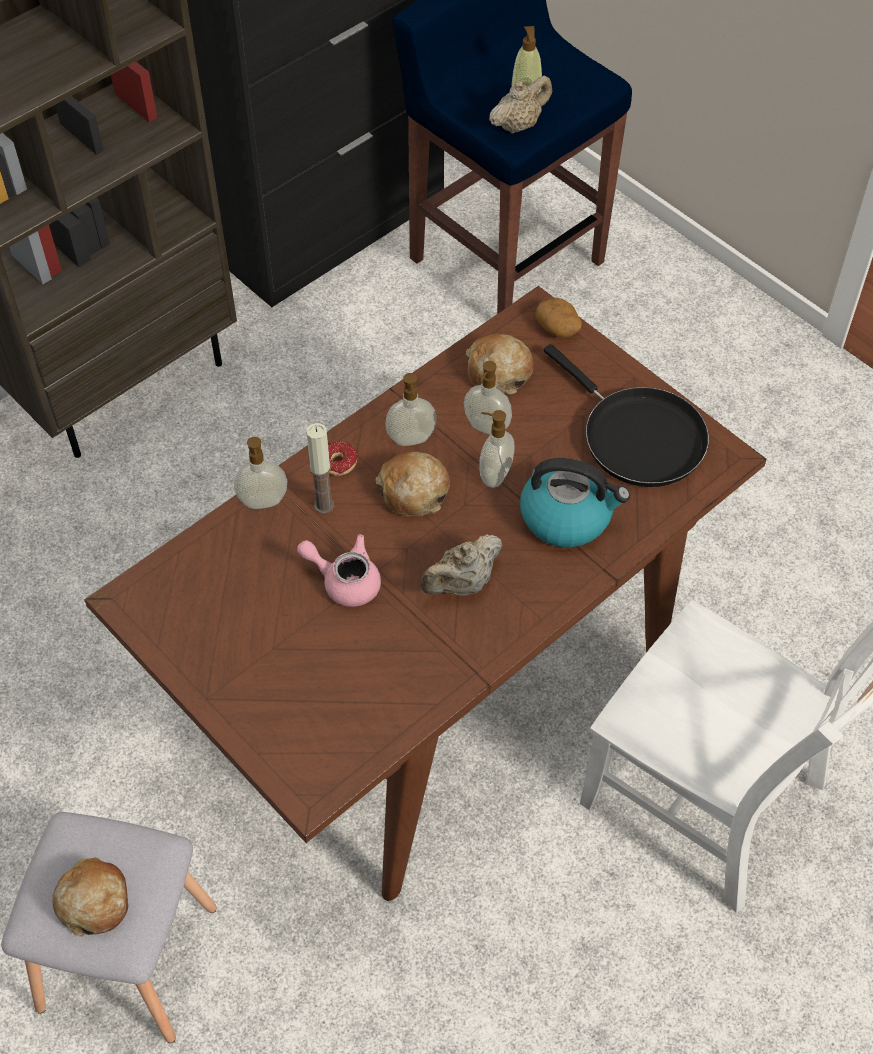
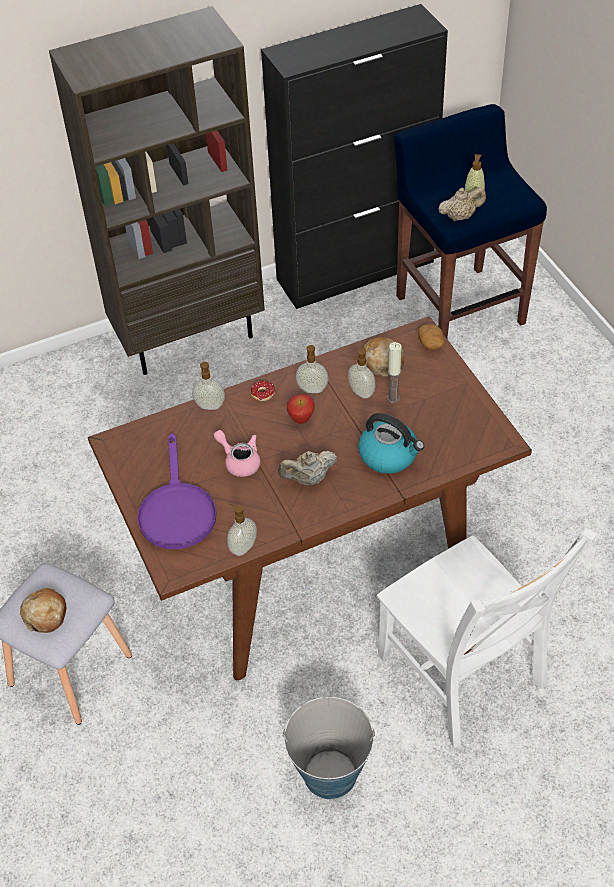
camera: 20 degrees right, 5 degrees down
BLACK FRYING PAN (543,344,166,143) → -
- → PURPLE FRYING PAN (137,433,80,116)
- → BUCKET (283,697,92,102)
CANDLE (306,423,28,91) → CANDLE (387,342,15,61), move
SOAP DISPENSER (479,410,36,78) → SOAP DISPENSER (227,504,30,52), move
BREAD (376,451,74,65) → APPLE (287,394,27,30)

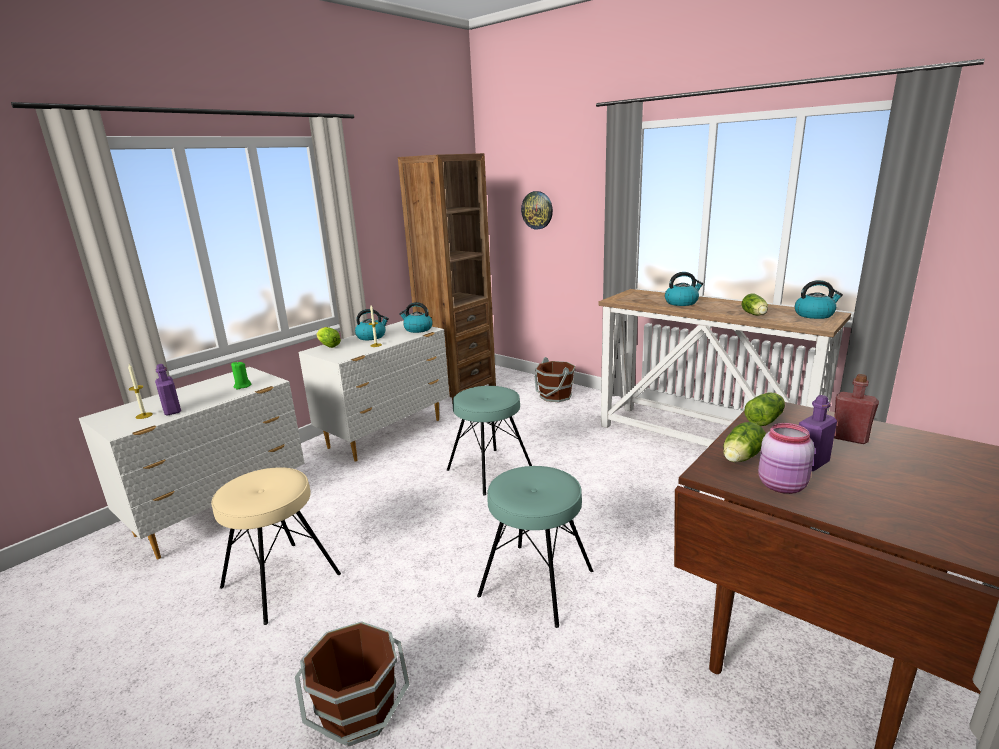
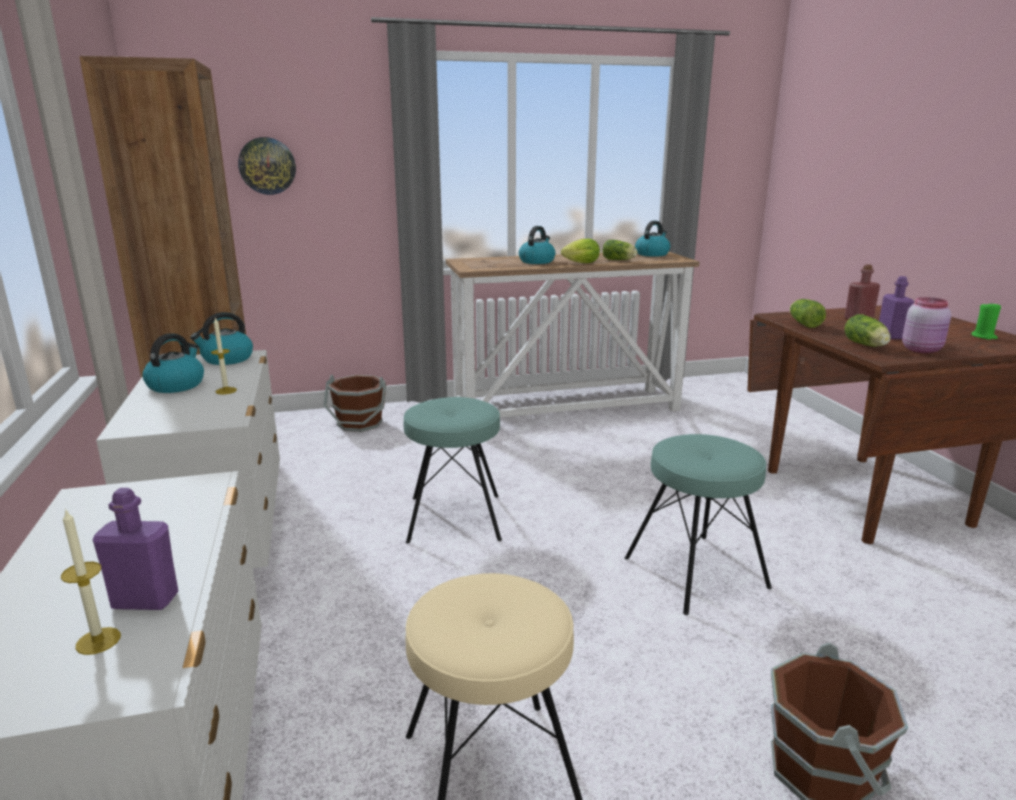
camera: 55 degrees left, 0 degrees up
GREEN CANDLE (231,361,20,29) → GREEN CANDLE (971,303,30,37), move
LETTUCE (317,327,24,21) → LETTUCE (561,239,39,24), move

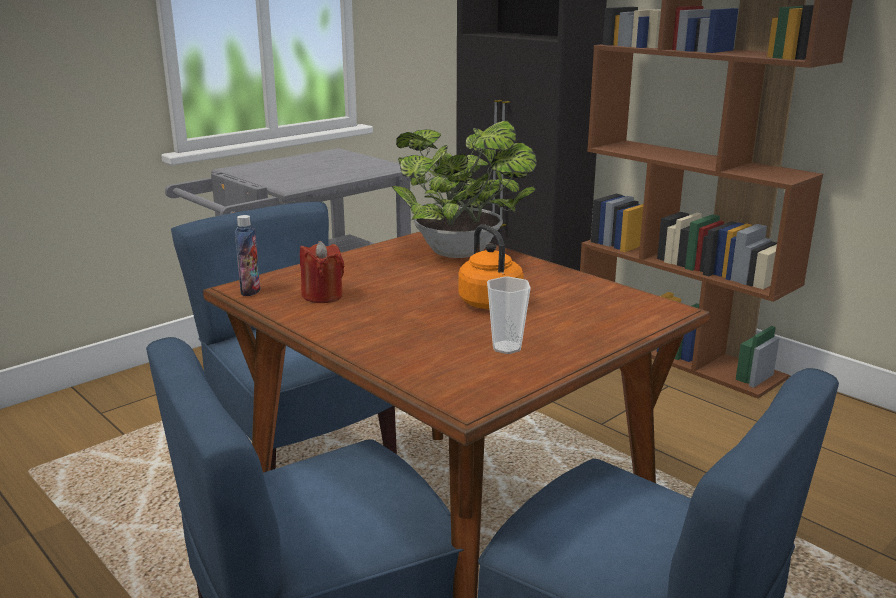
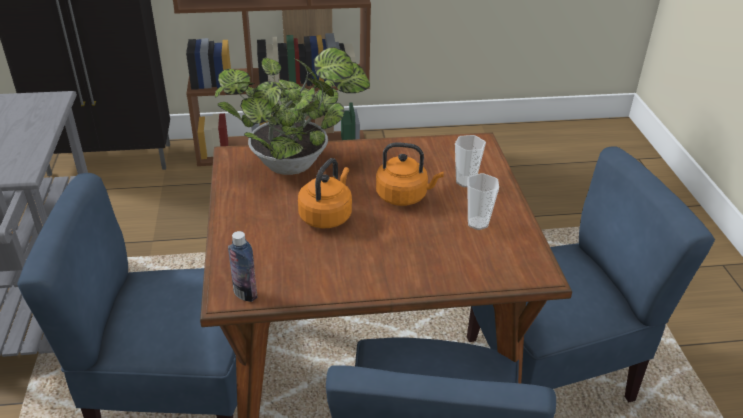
camera: 55 degrees left, 15 degrees up
RED CANDLE (300,241,44,62) → -
- → ORANGE KETTLE (298,158,54,70)
- → CUP (455,135,31,52)

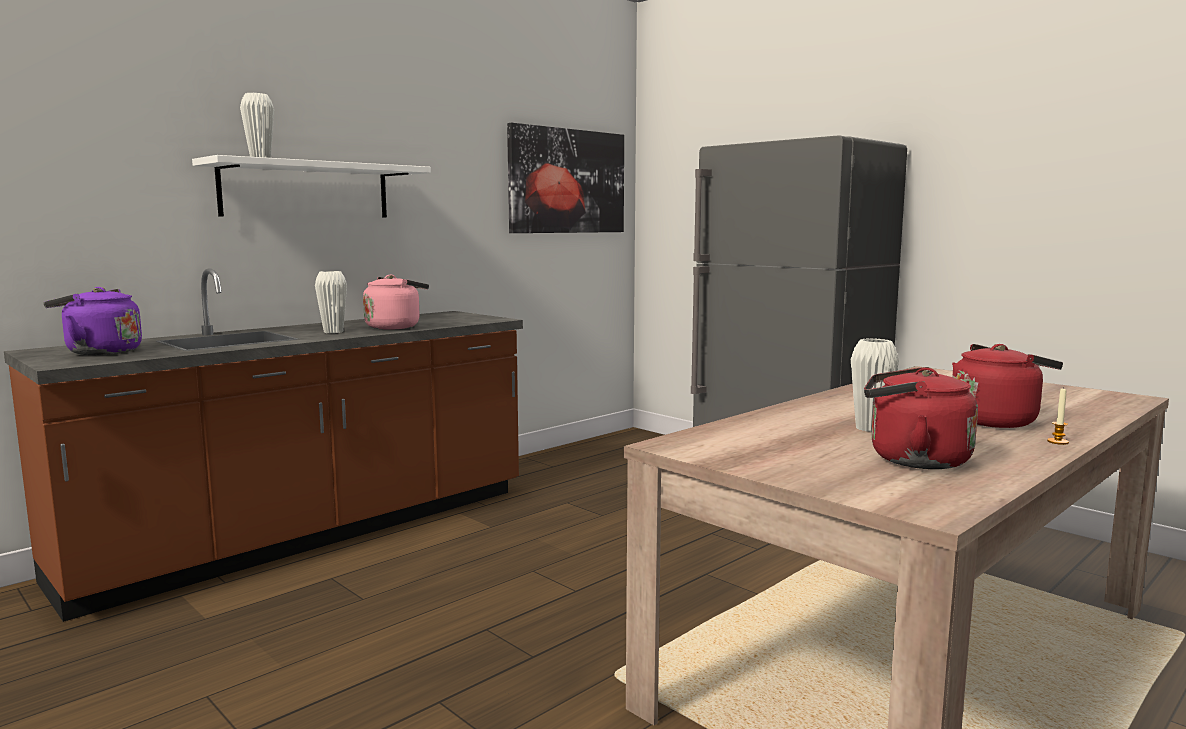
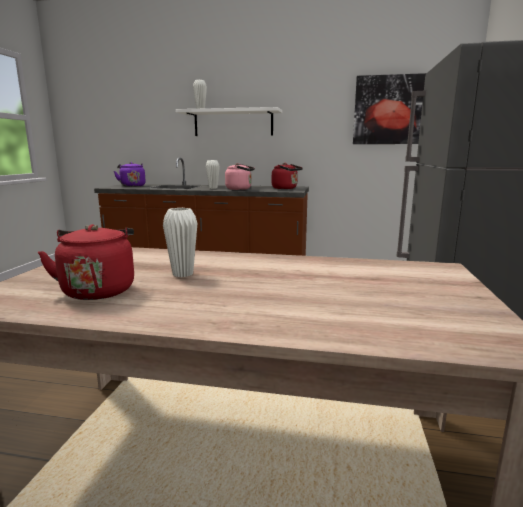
camera: 55 degrees right, 5 degrees up
CANDLE (1047,388,22,57) → -
RED KETTLE (952,344,111,84) → RED KETTLE (272,163,31,26), move

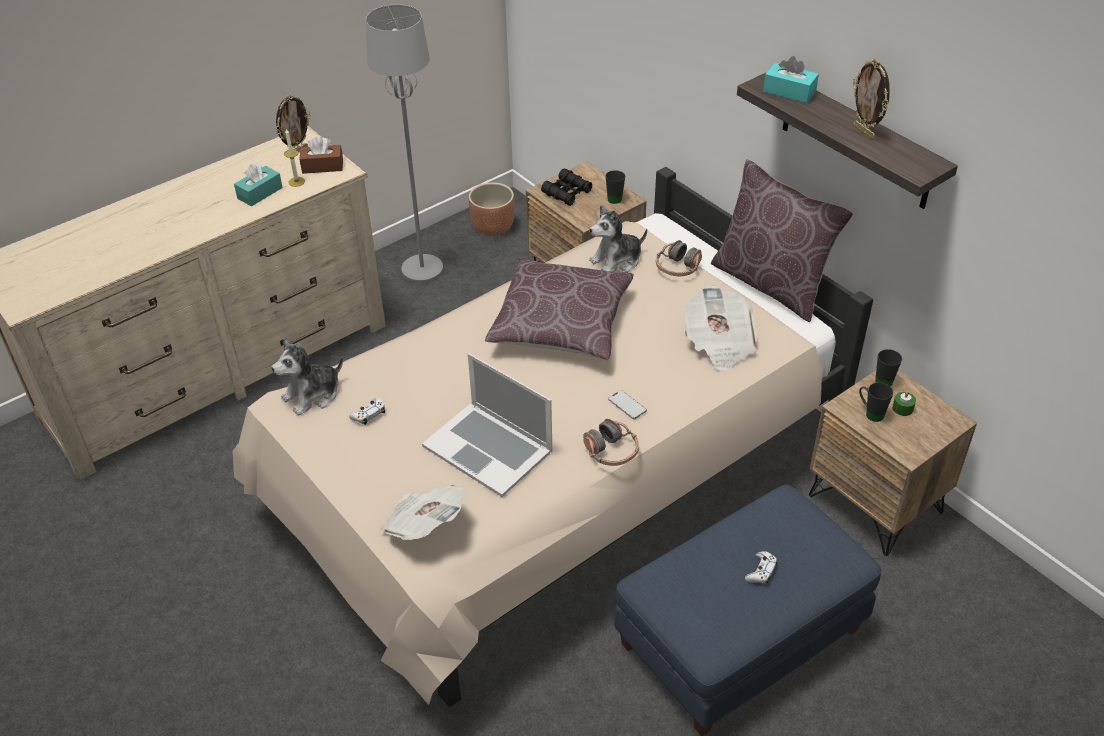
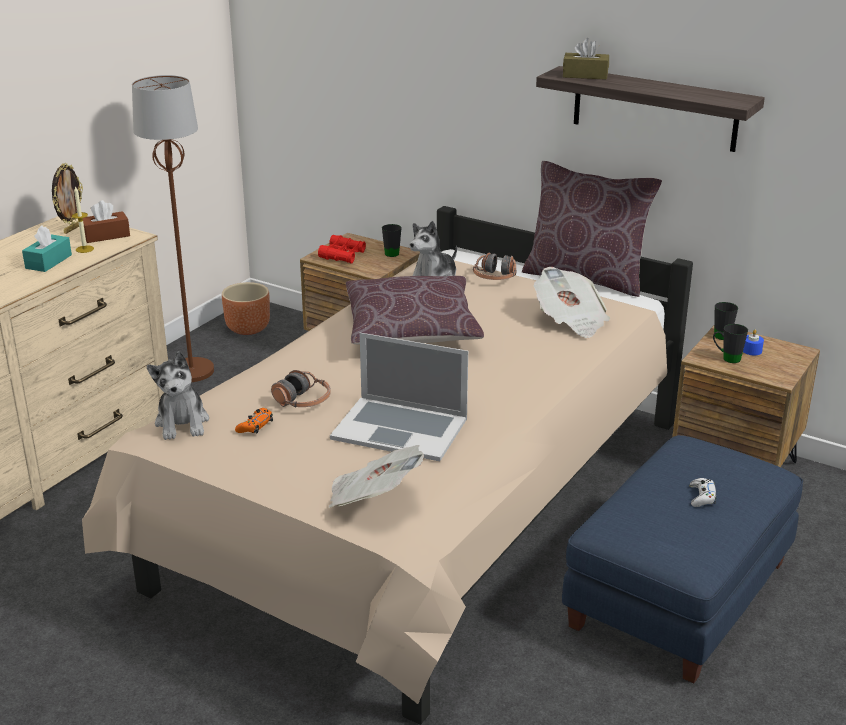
camera: 20 degrees left, 15 degrees down
PHONE (608,390,39,29) → -
PICTURE FRAME (853,59,37,80) → -
HEADPHONES (583,419,56,47) → HEADPHONES (271,370,60,37), move
WHITE GAME CONTROLLER (349,398,36,27) → ORANGE GAME CONTROLLER (235,408,38,25)
GREY FLOOR LAMP (366,4,77,280) → BROWN FLOOR LAMP (132,75,82,307)
BLACK BINOCULARS (541,168,51,38) → RED BINOCULARS (318,235,48,29)
TURQUOISE TISSUE BOX (763,56,56,47) → BROWN TISSUE BOX (563,38,46,42)
GREEN CANDLE (892,391,24,25) → BLUE CANDLE (743,329,21,26)
PLUSH TOY (272,338,71,78) → PLUSH TOY (147,351,62,89), 45 degrees counterclockwise

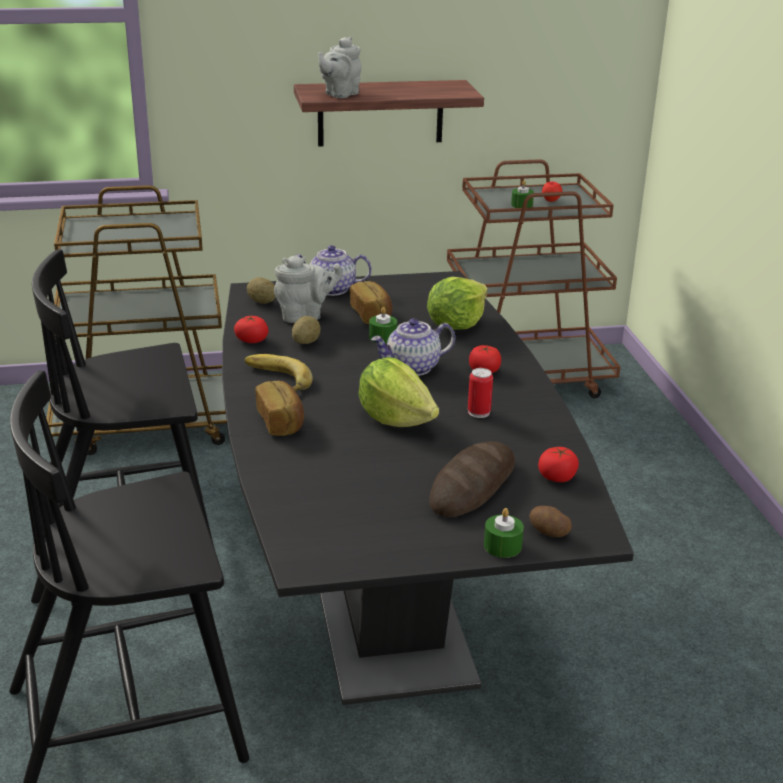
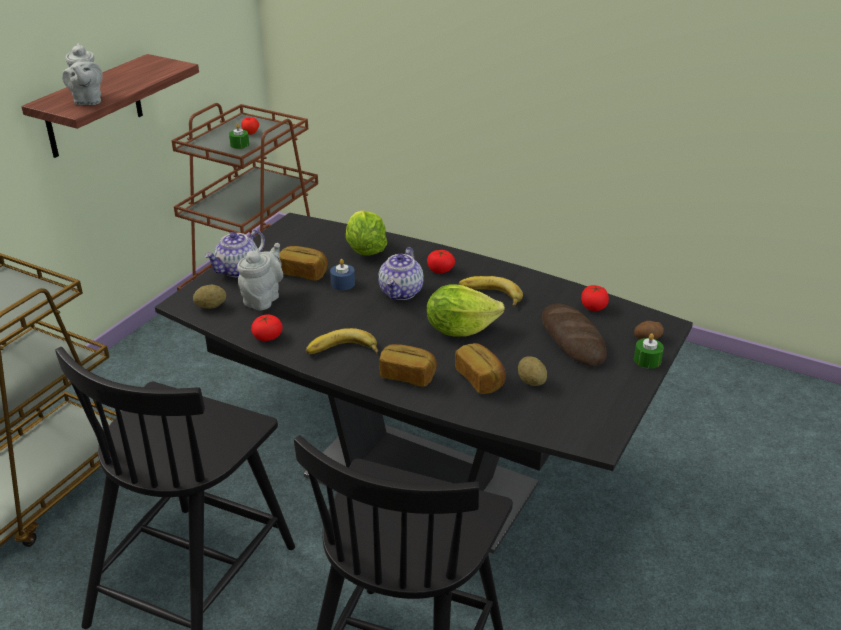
camera: 50 degrees left, 5 degrees up
- → BREAD (455,343,51,51)
POTATO (292,316,29,28) → POTATO (518,356,29,30), move
CAN (468,368,25,50) → BANANA (459,276,64,31)
GREEN CANDLE (369,307,28,37) → BLUE CANDLE (330,259,25,31)

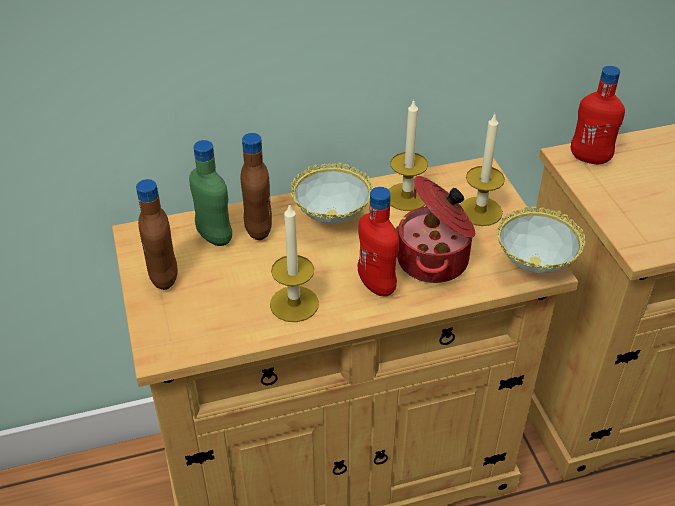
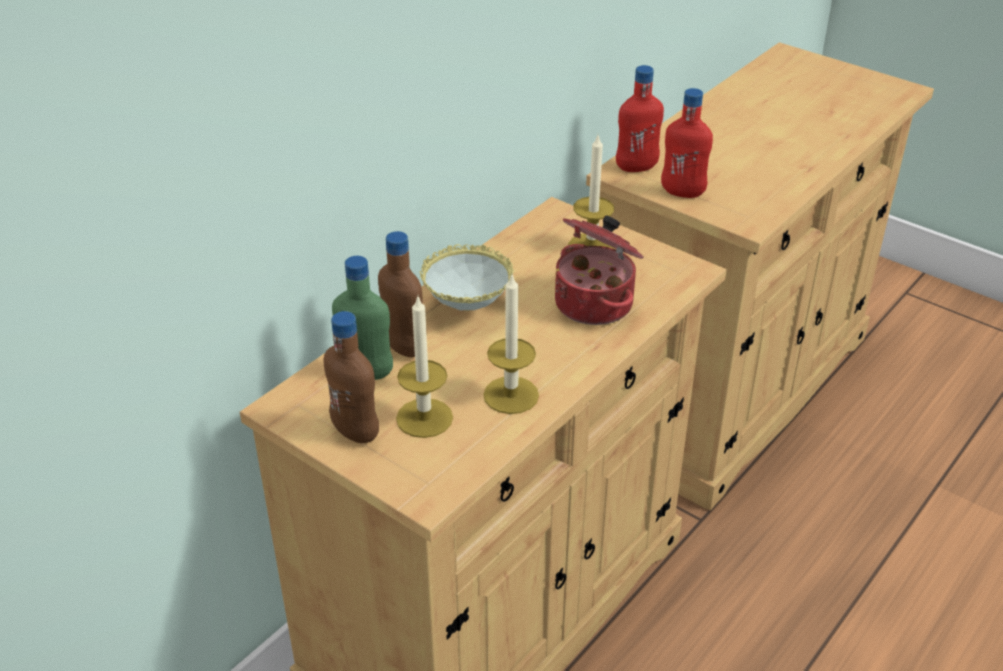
camera: 35 degrees left, 5 degrees down
BOWL (497,206,89,67) → -
RED BOTTLE (358,187,41,109) → RED BOTTLE (661,88,52,110), move
CANDLE (388,100,40,111) → CANDLE (396,297,57,141), move

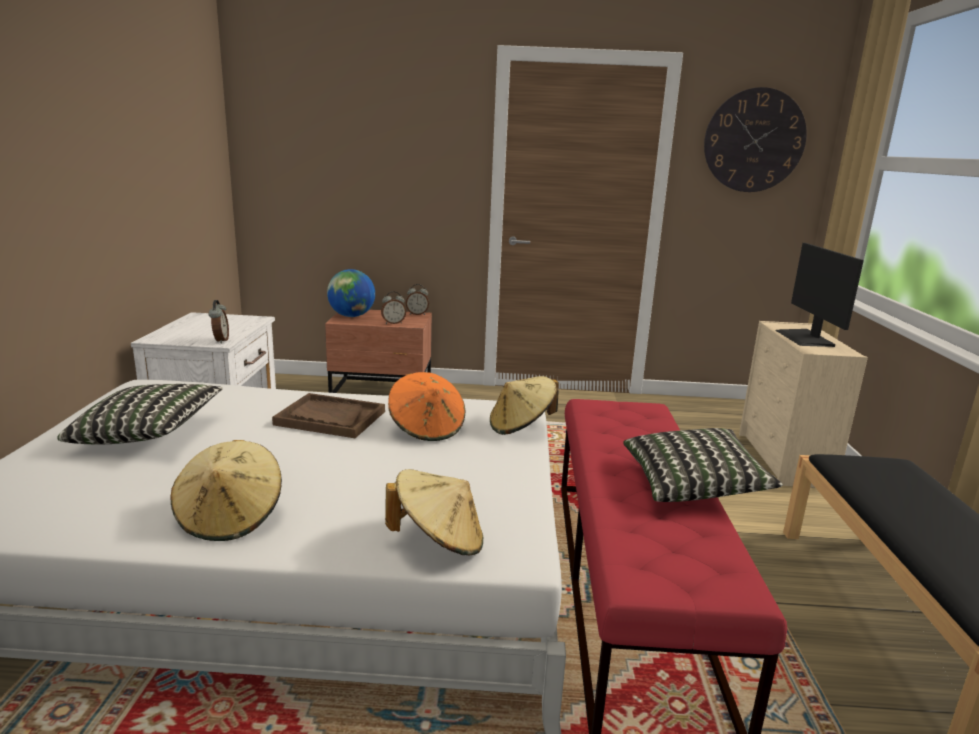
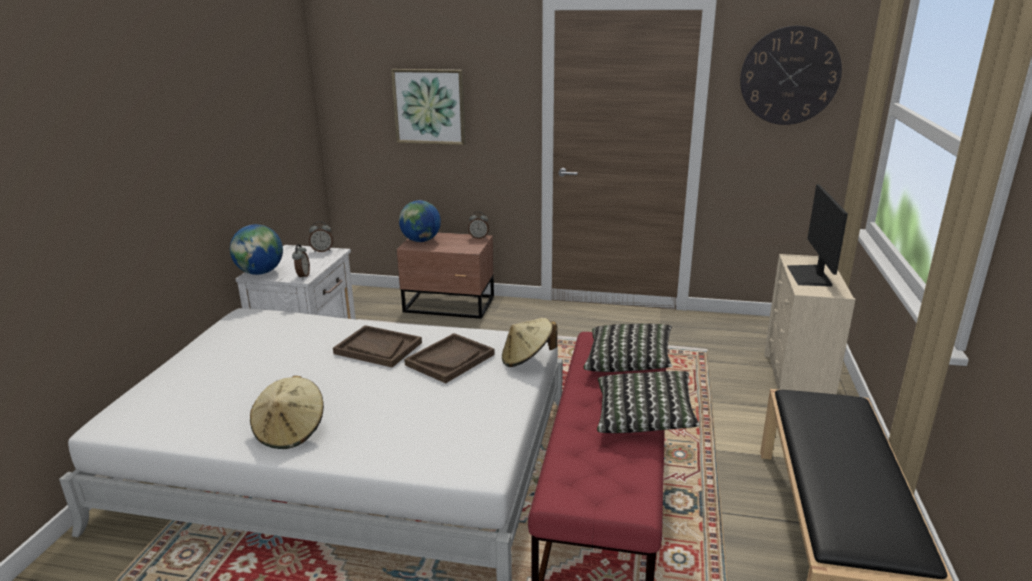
camera: 10 degrees right, 5 degrees up
BEIGE HAT (385,469,98,86) → -
- → GLOBE (230,224,53,51)
- → PICTURE (391,69,74,76)
PILLOW (57,384,166,60) → PILLOW (584,324,88,48), move
ALARM CLOCK (381,291,25,33) → ALARM CLOCK (309,221,24,31), move
ORANGE HAT (388,372,78,69) → BROWN TRAY (404,333,91,50)

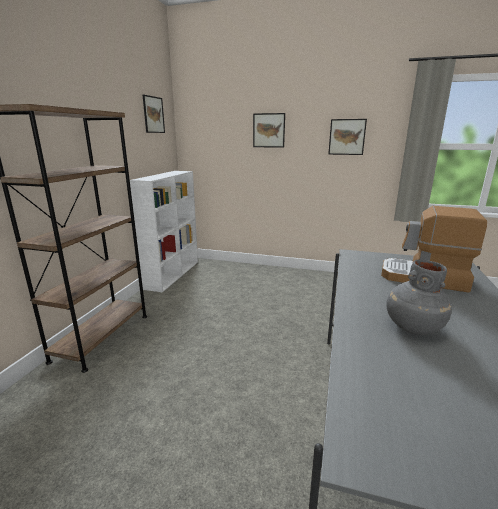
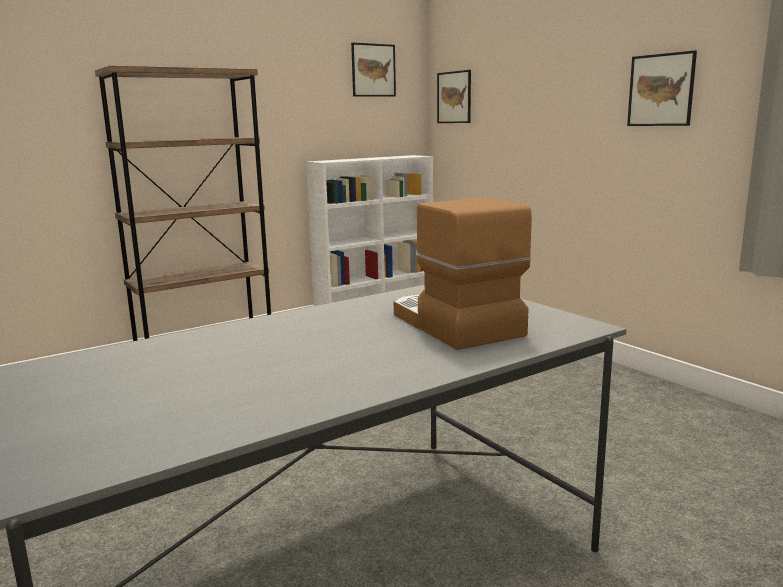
camera: 40 degrees right, 5 degrees down
GREY VASE (386,260,66,75) → -
PICTURE (253,113,32,35) → PICTURE (437,70,34,53), move

